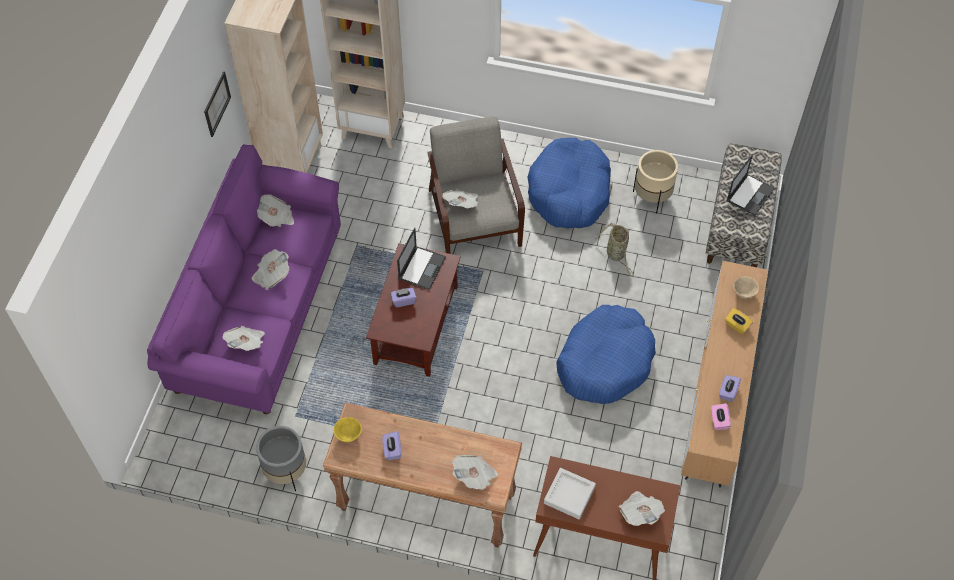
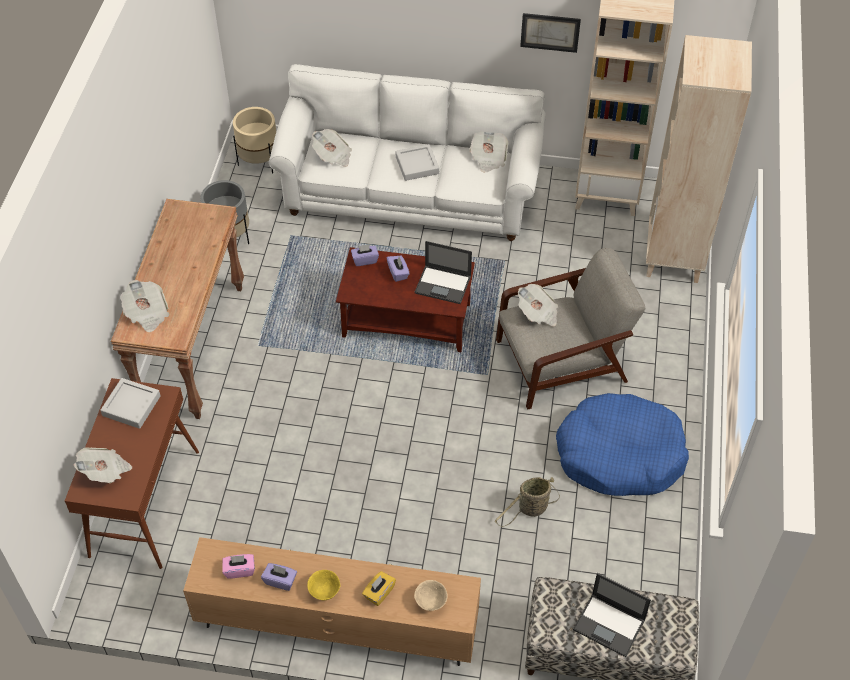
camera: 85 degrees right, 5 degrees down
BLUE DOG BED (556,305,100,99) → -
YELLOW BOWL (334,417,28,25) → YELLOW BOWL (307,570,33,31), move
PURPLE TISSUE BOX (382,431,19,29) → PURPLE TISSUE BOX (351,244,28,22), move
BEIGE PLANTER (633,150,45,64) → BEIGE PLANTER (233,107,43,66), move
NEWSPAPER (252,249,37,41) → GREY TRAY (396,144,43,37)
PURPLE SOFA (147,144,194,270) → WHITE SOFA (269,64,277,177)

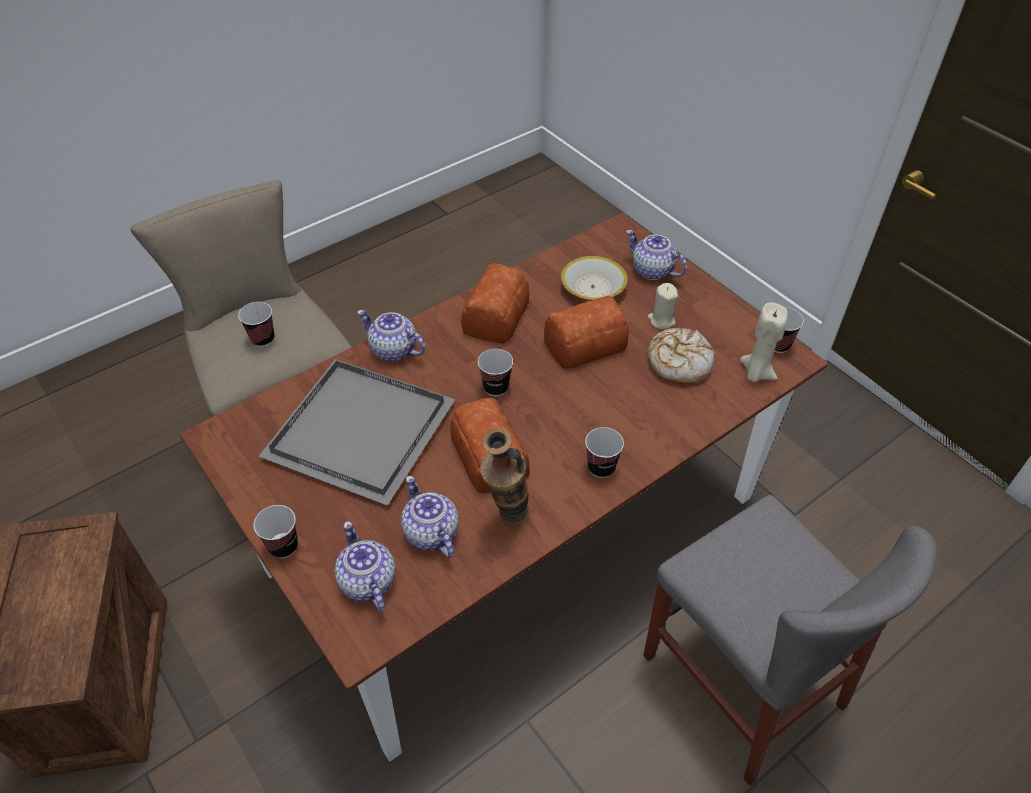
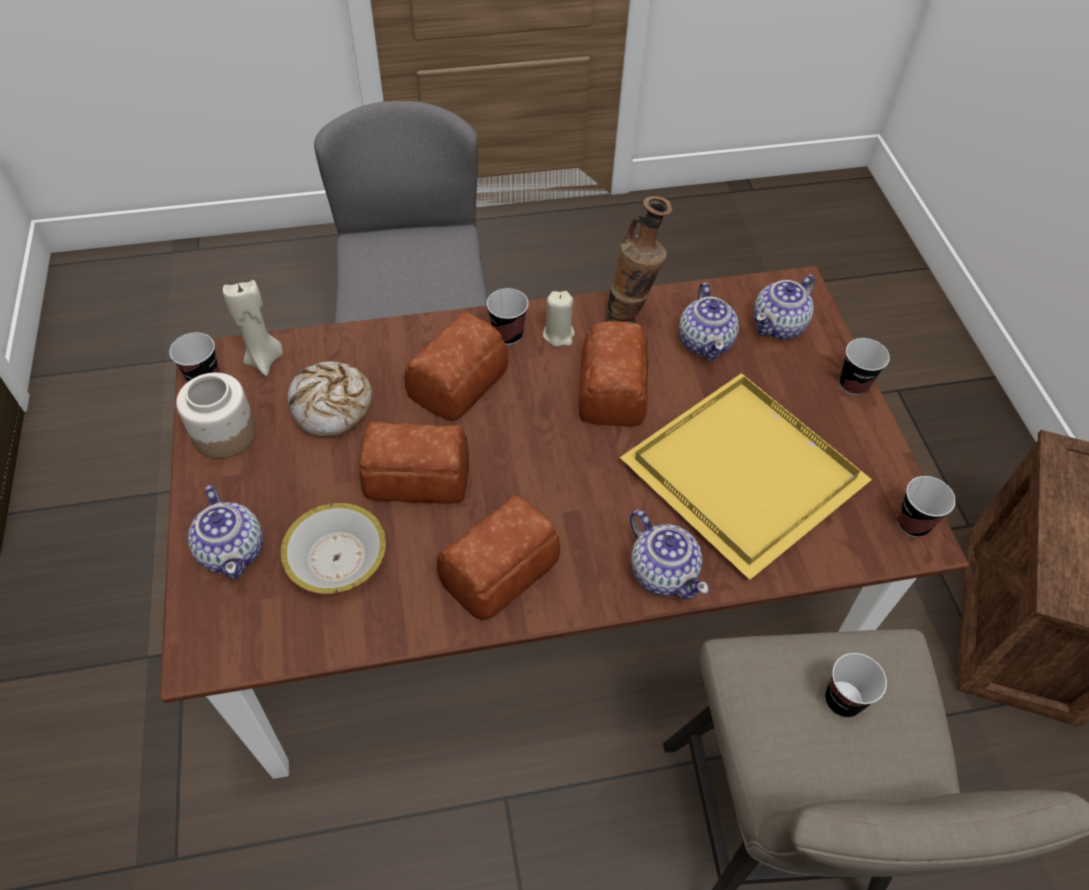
camera: 155 degrees left, 5 degrees up
- → JAR (176,373,80,86)
- → BREAD (404,312,105,110)
CUP (478,349,35,47) → CUP (897,476,59,61), move
BEIGE CANDLE (648,283,30,46) → BEIGE CANDLE (543,291,32,56), move
GREY TRAY (258,359,197,147) → YELLOW TRAY (620,373,252,207)
TEAPOT (334,521,62,91) → TEAPOT (754,274,62,65), 45 degrees clockwise

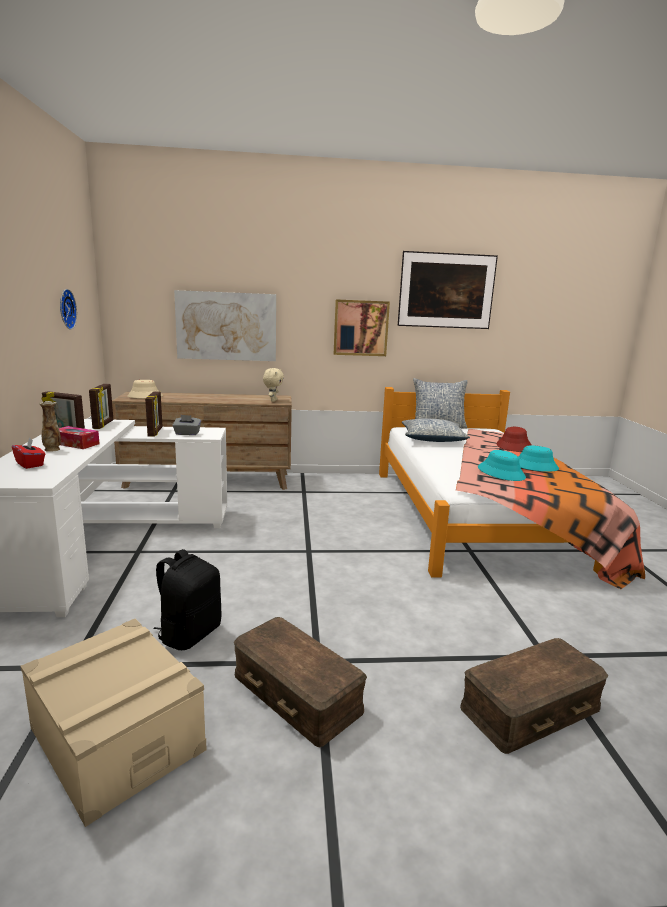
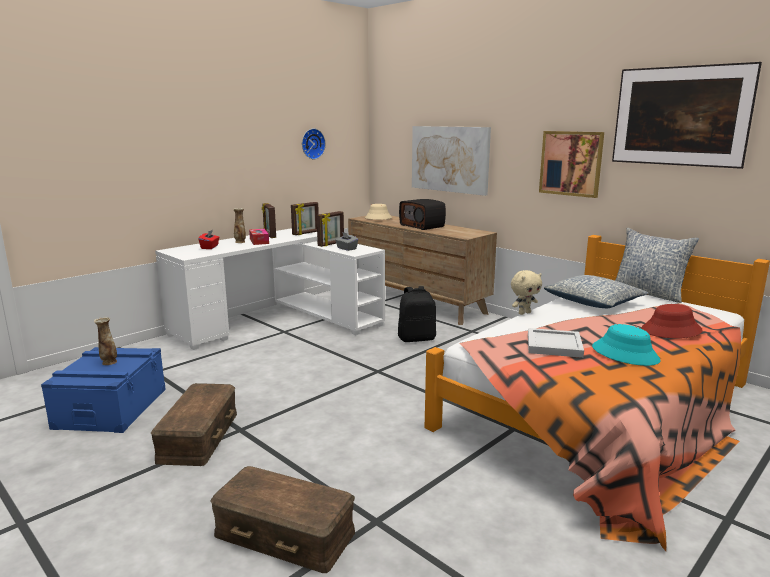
camera: 50 degrees right, 0 degrees up
- → VASE (94,317,23,48)
- → RADIO (399,199,47,31)
BLACK BACKPACK (153,549,68,101) → BLACK BACKPACK (398,286,38,56), move
BEIGE PLUSH TOY (263,368,21,34) → BEIGE PLUSH TOY (511,270,31,45), move
TURQUOISE HAT (478,450,48,31) → WHITE TRAY (528,328,56,30)
BEIGE STORAGE BOX (21,618,186,209) → BLUE STORAGE BOX (41,347,125,86)

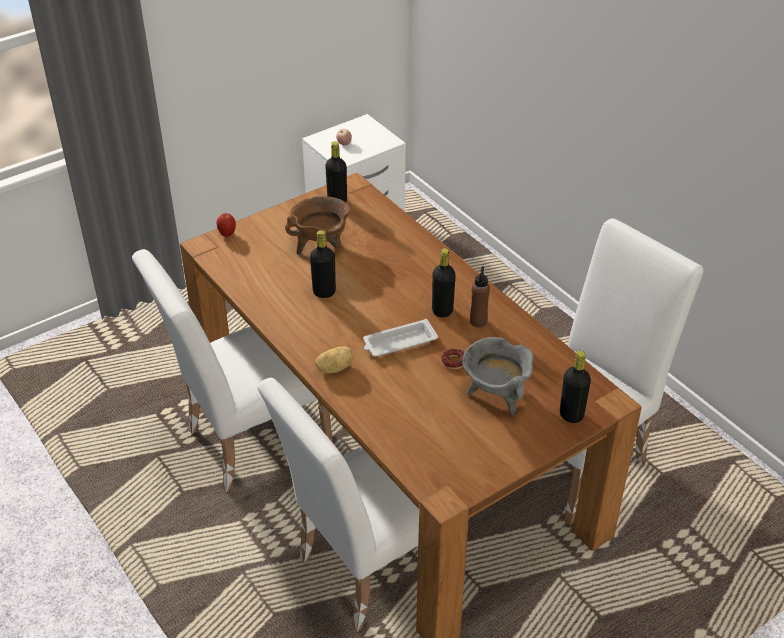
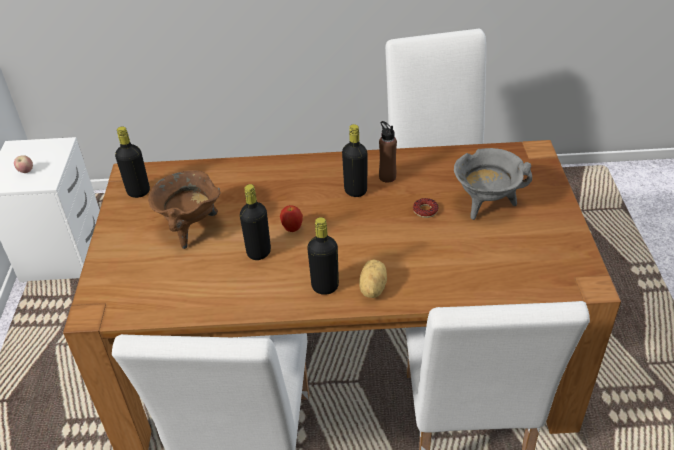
camera: 55 degrees left, 0 degrees up
WHITE TRAY (363,319,75,38) → -
APPLE (216,213,20,24) → APPLE (280,205,23,27), move
BLACK BOTTLE (560,351,31,72) → BLACK BOTTLE (307,217,32,78), move

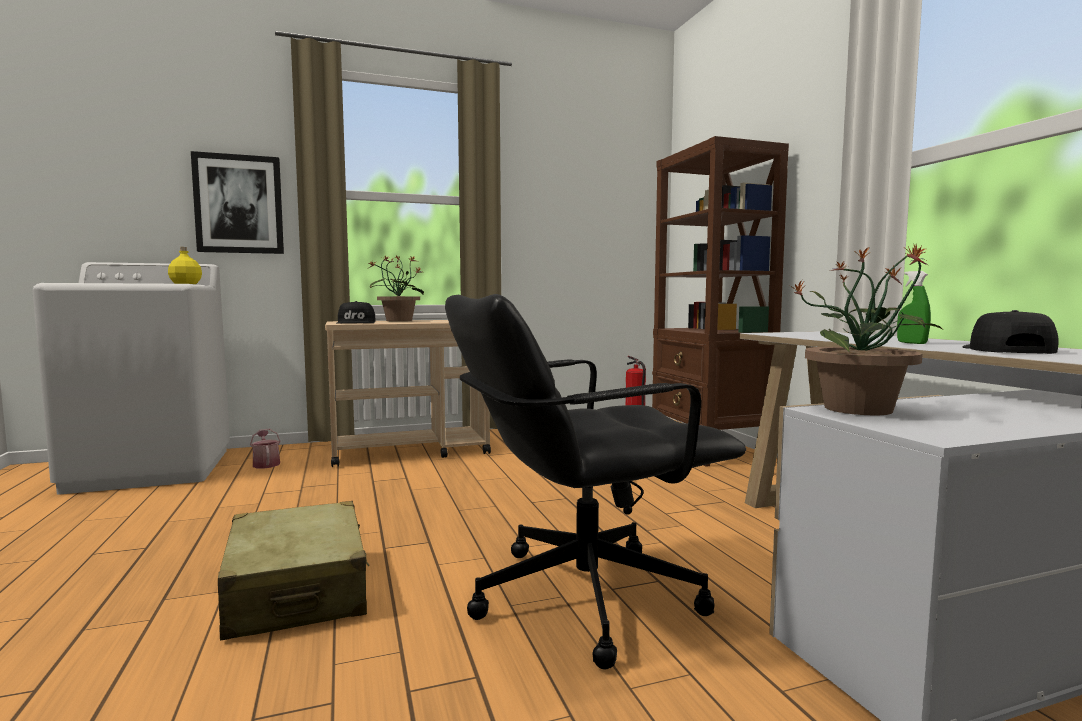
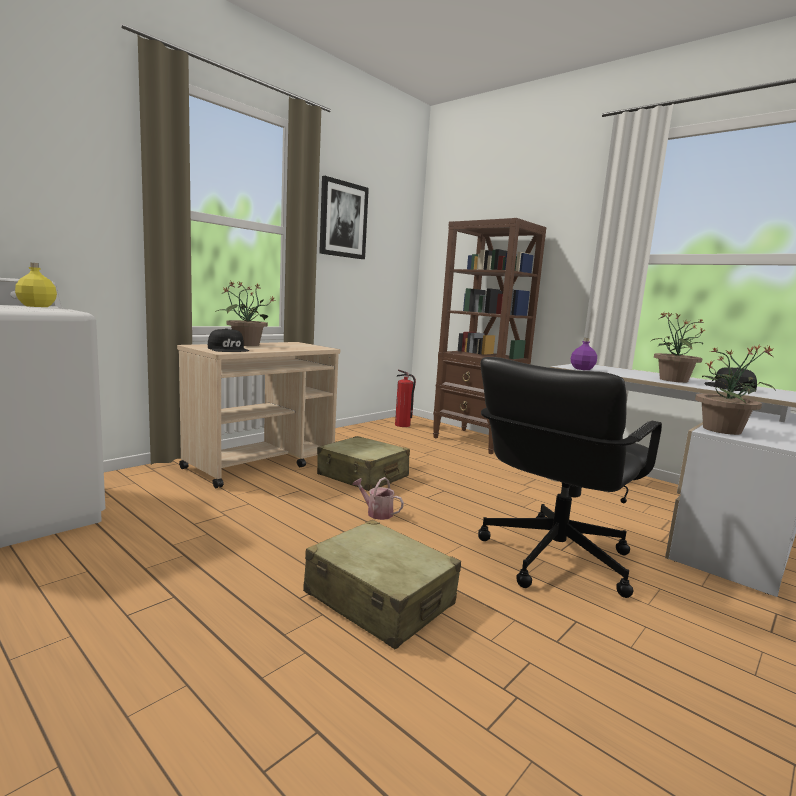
camera: 30 degrees left, 5 degrees up
- → BEIGE SUITCASE (317,436,93,55)
- → PURPLE BOTTLE (571,338,26,32)
PICTURE (191,151,93,103) → PICTURE (319,176,50,83), move
WATERING CAN (250,429,31,40) → WATERING CAN (352,477,52,43), move
GREEN SPRAY BOTTLE (897,271,34,73) → POTTED PLANT (650,312,55,71)

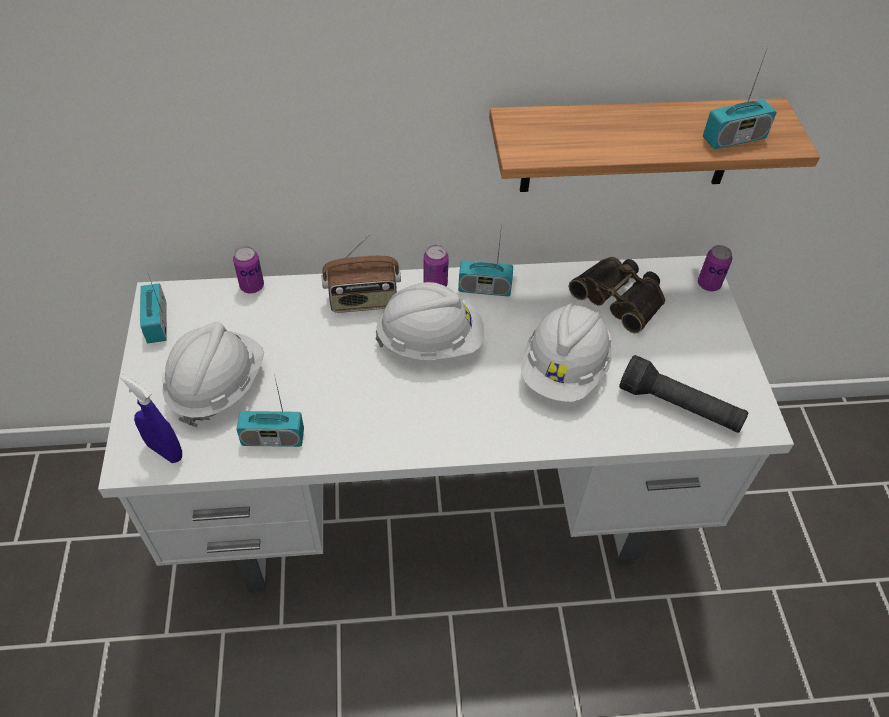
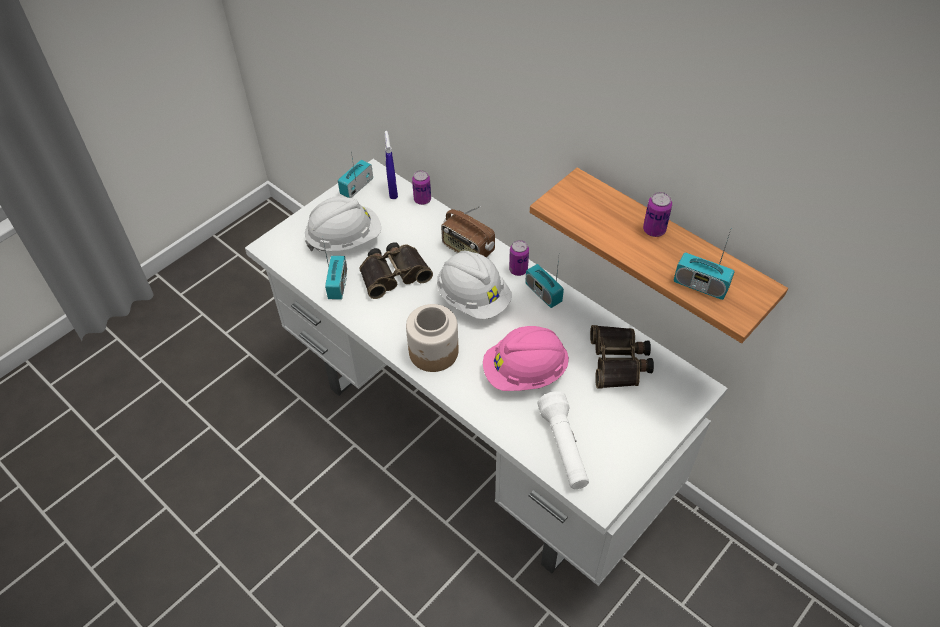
camera: 50 degrees right, 0 degrees up
- → BINOCULARS (359,242,74,57)
- → JAR (406,304,53,68)
BLUE SPRAY BOTTLE (120,375,62,88) → BLUE SPRAY BOTTLE (385,131,13,68), move
CAN (698,245,34,46) → CAN (643,192,29,45), move
WHITE HARD HAT (521,303,91,99) → PINK HARD HAT (483,326,86,65)
BLACK FLASHLIGHT (619,355,130,78) → WHITE FLASHLIGHT (537,391,52,98)
RADIO (236,374,68,73) → RADIO (323,241,24,59), 135 degrees counterclockwise

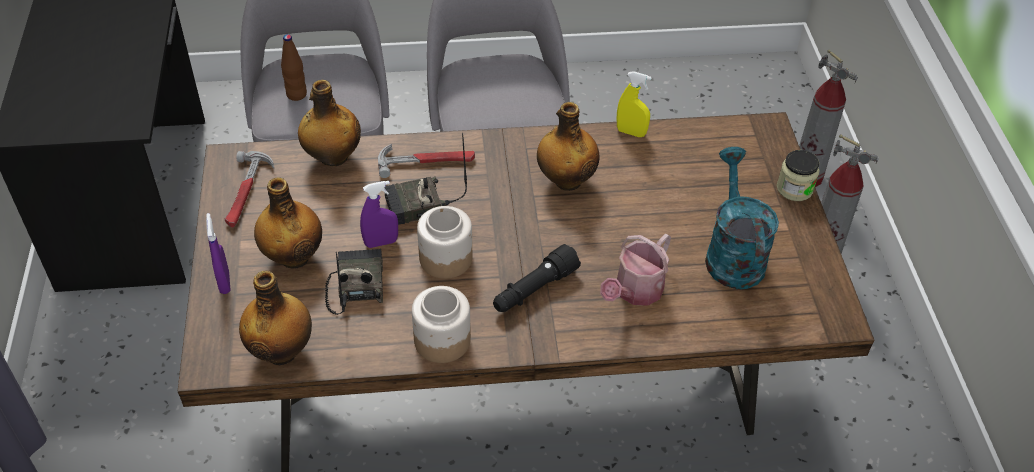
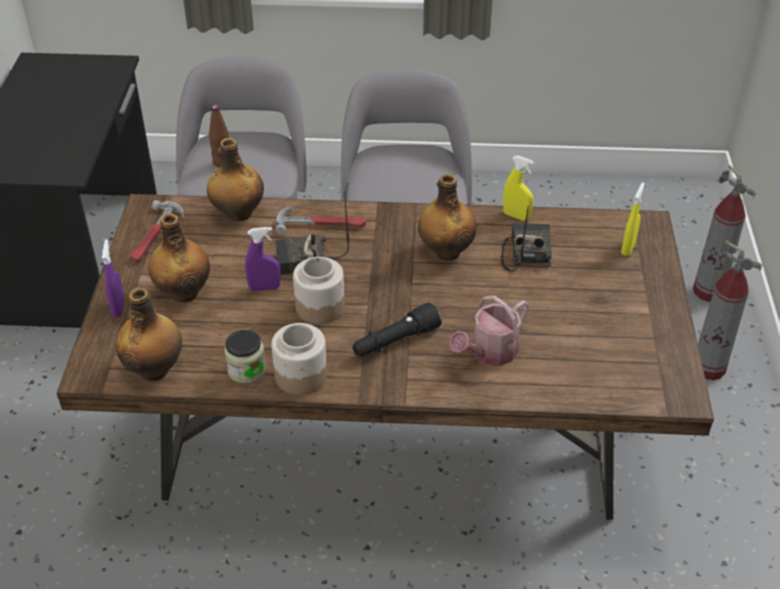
camera: 10 degrees right, 5 degrees down
TURQUOISE WATERING CAN (705,147,74,142) → -
- → YELLOW SPRAY BOTTLE (621,182,24,74)
RADIO (325,249,58,66) → RADIO (501,205,51,67), move
JAR (777,150,43,51) → JAR (224,330,42,53), move

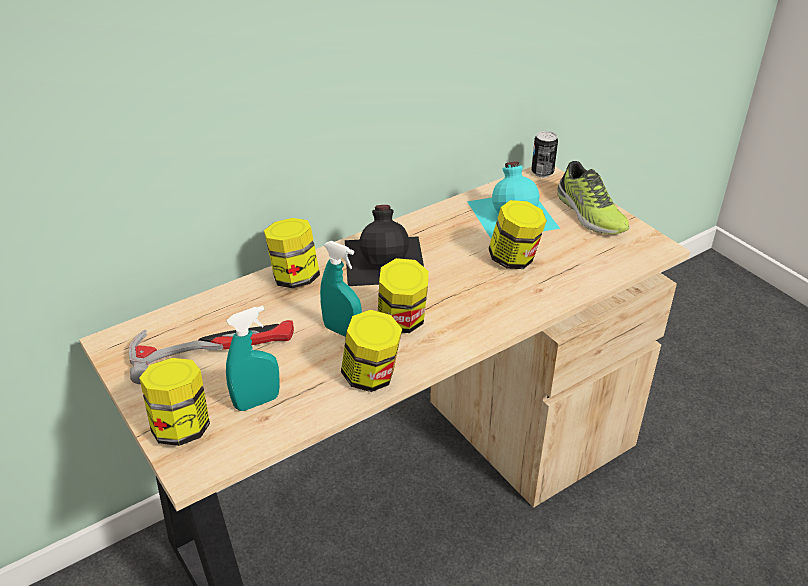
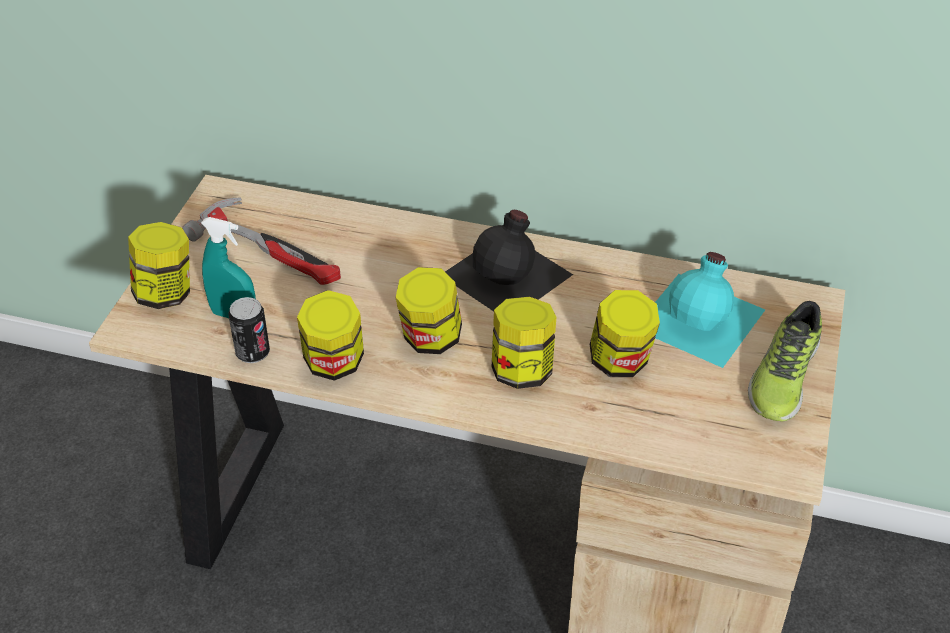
camera: 50 degrees right, 5 degrees up
TURQUOISE SPRAY BOTTLE (320,241,42,96) → -
JAR (264,218,56,70) → JAR (492,297,64,92), move
CAN (531,131,27,47) → CAN (228,297,42,66), move

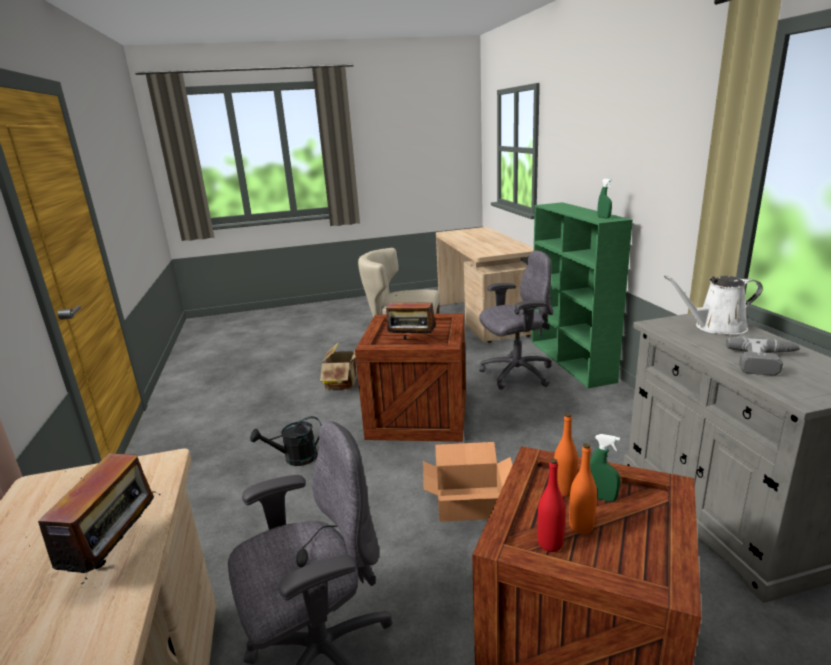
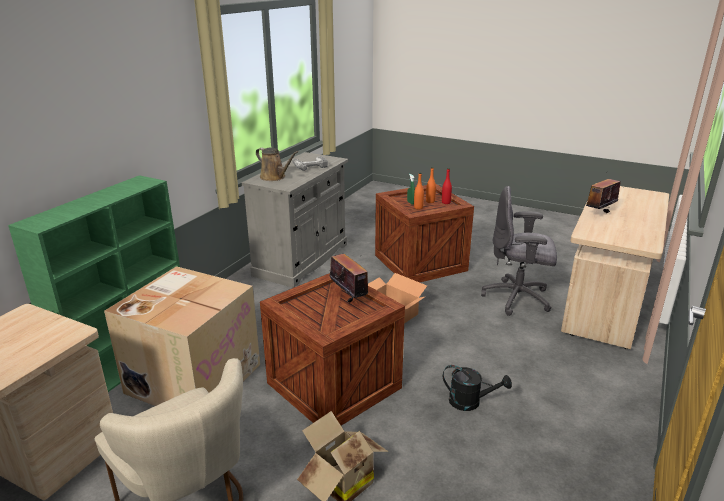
camera: 140 degrees left, 5 degrees up
GREEN SPRAY BOTTLE (597,179,15,39) → -
GREY OFFICE CHAIR (479,251,74,139) → CARDBOARD BOX (104,266,156,140)
WHITE WATERING CAN (664,276,99,59) → BROWN WATERING CAN (256,148,42,33)

